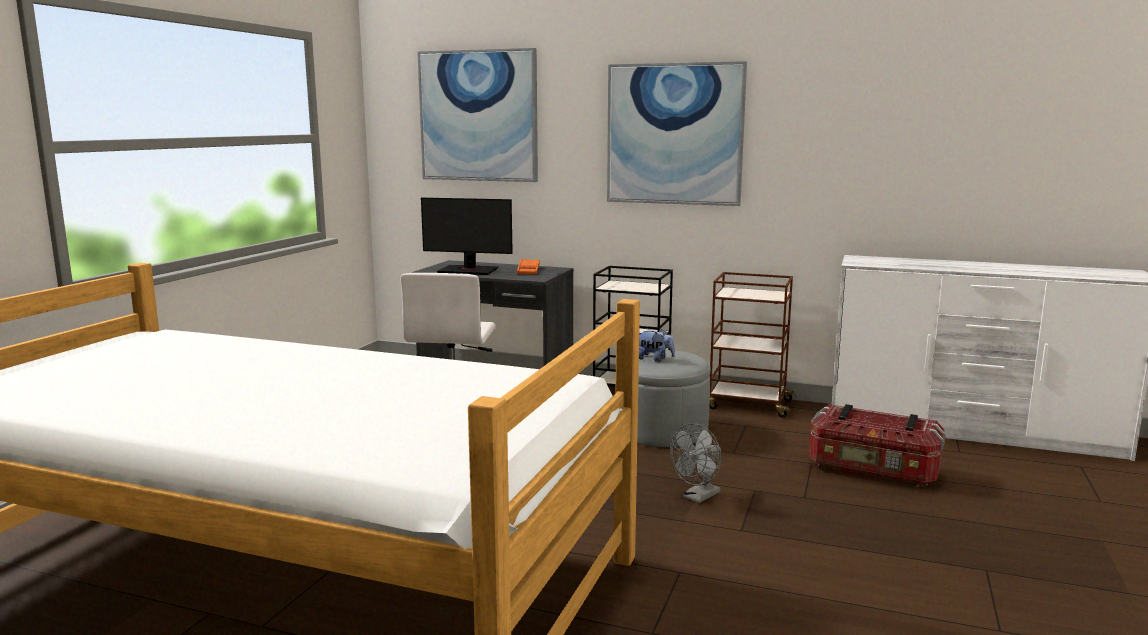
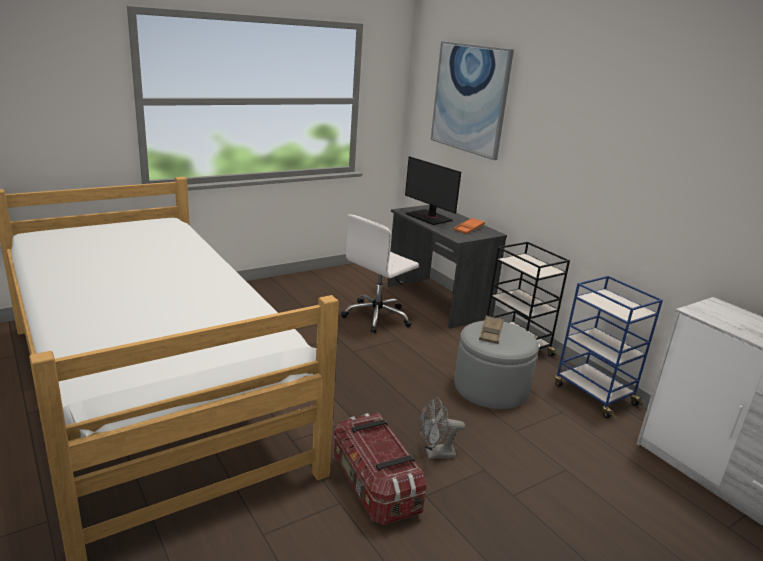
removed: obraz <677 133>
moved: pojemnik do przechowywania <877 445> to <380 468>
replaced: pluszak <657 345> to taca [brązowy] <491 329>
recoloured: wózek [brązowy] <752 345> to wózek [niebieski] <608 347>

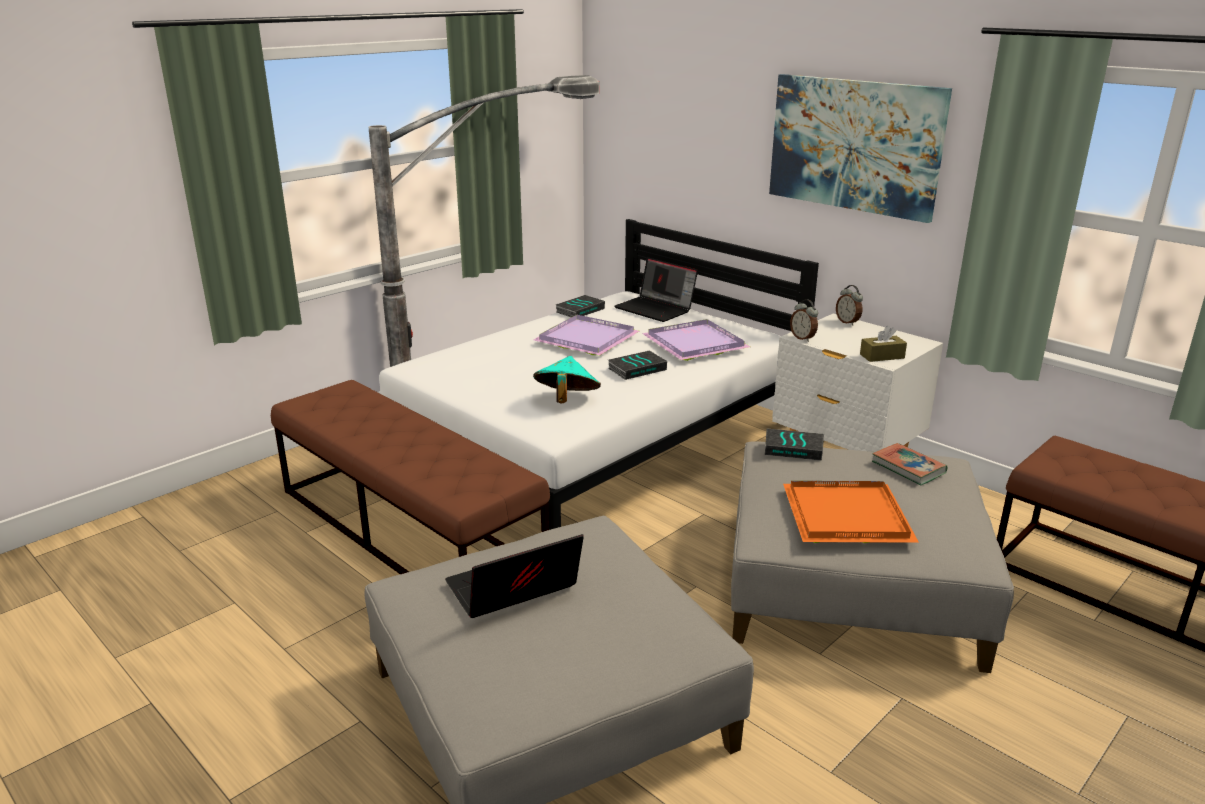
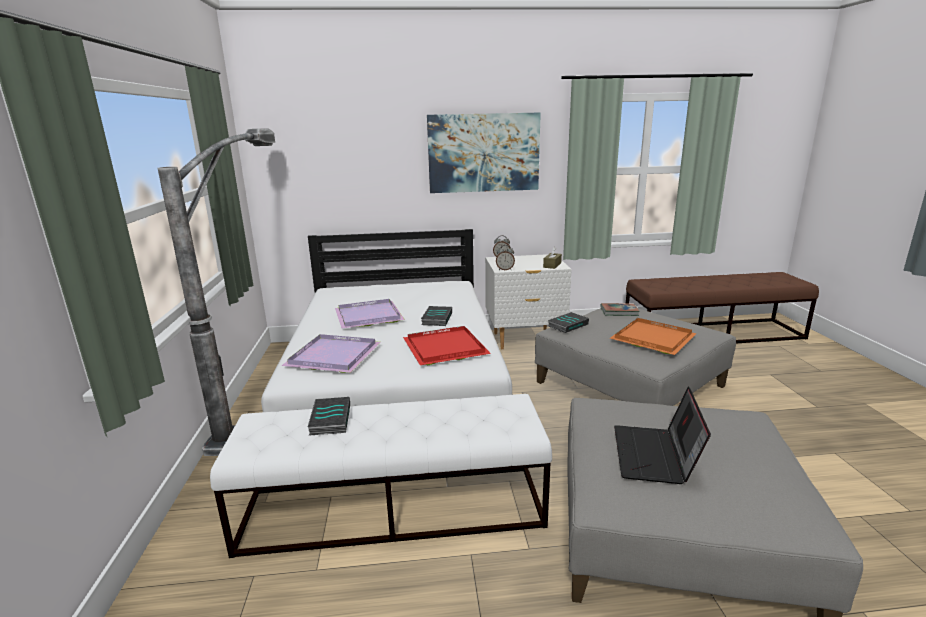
removed: laptop <656 289>
moved: książka <580 306> to <329 416>; taca [fioletowy] <696 340> to <330 353>
replaced: kapelusz [turkusowy] <567 380> to taca [czerwony] <447 346>
recoloured: ławka [brązowy] <410 477> to ławka [biały] <381 476>

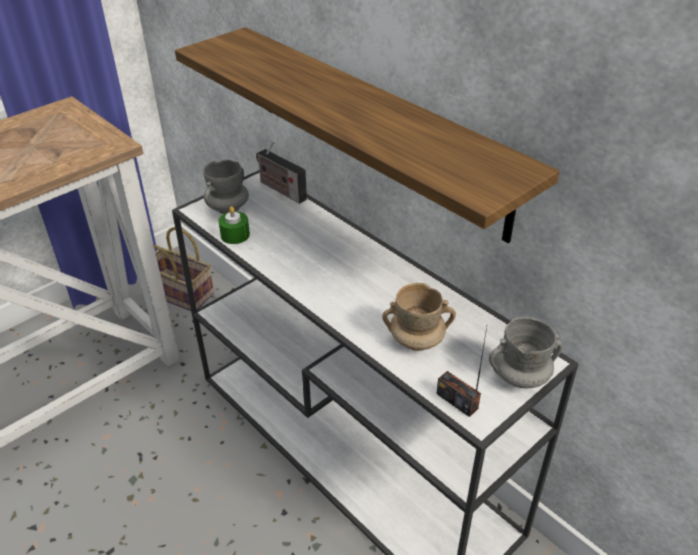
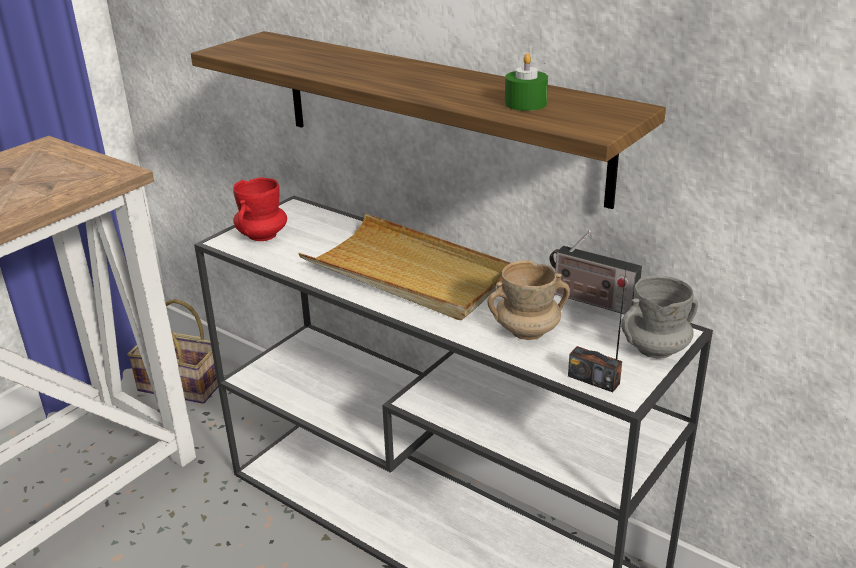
added: taca [beżowy] <404 267>
moved: radio <281 172> to <595 272>; świeca [zielony] <234 225> to <526 82>
recoloured: kubek [szary] <226 187> to kubek [czerwony] <260 209>

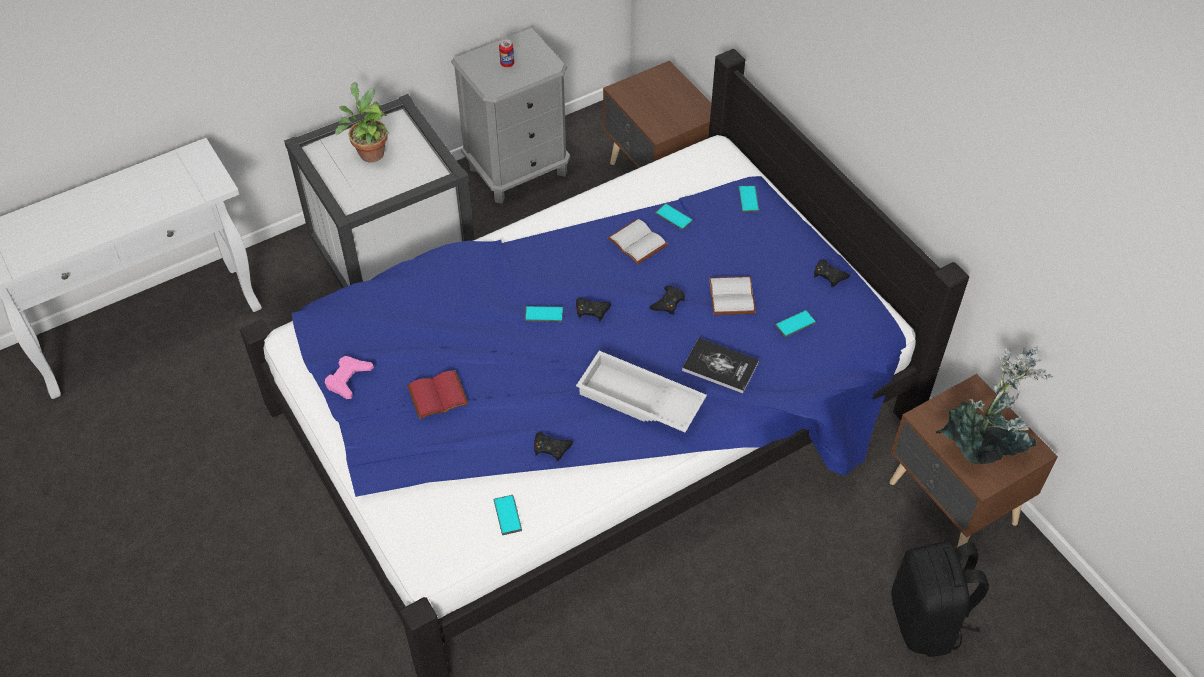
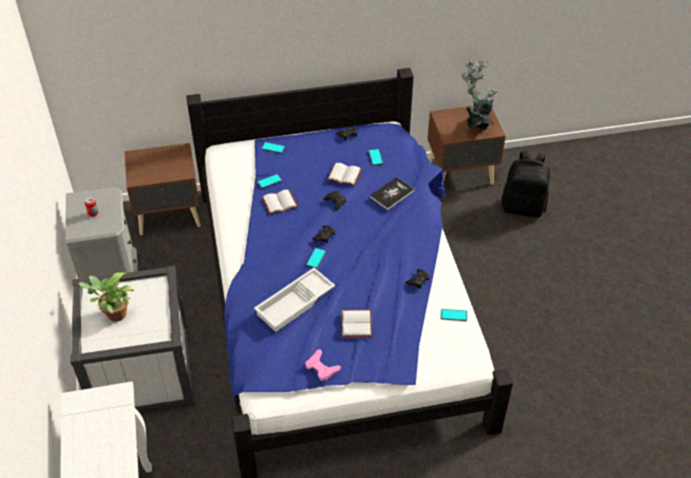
moved: taca [biały] <641 392> to <294 300>
recoloured: książka [czerwony] <437 394> to książka [biały] <357 323>

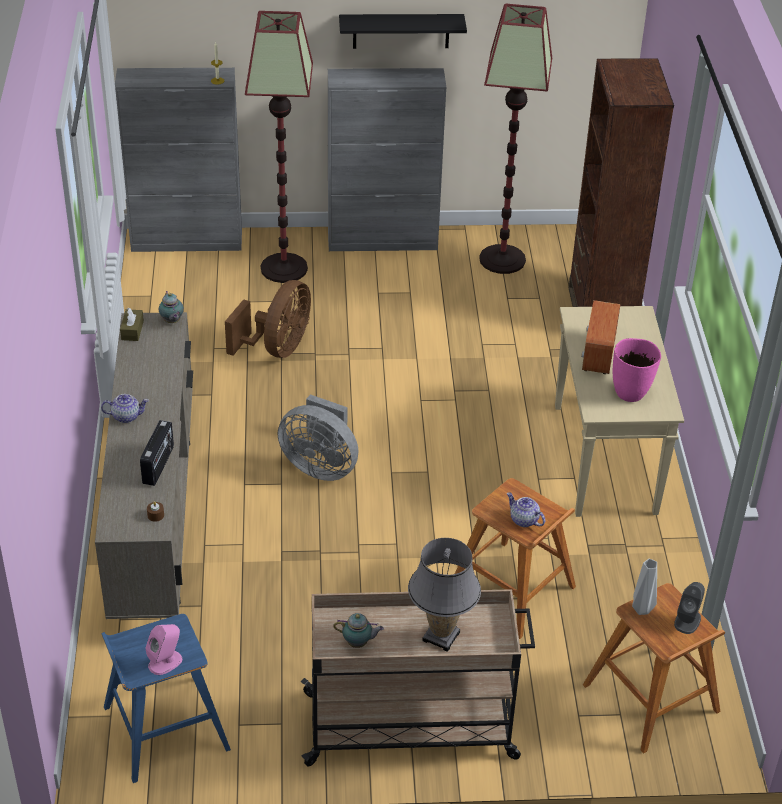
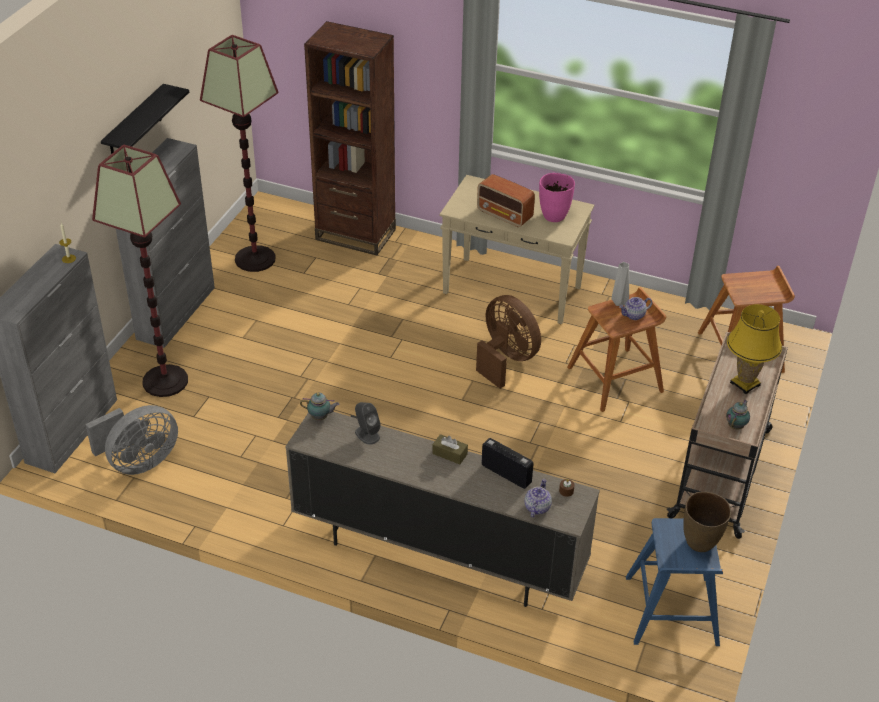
moved: wentylator [brązowy] <268 319> to <508 342>; pudełko chusteczek [brązowy] <132 324> to <450 449>; imbryk <125 408> to <538 498>; wentylator [szary] <317 437> to <131 440>; wazon [szary] <644 587> to <620 284>; głośnik [szary] <689 608> to <368 423>
replaced: głośnik [różowy] <163 649> to wazon [brązowy] <707 522>
recoloured: lampa stołowa [szary] <444 595> to lampa stołowa [żółty] <754 349>

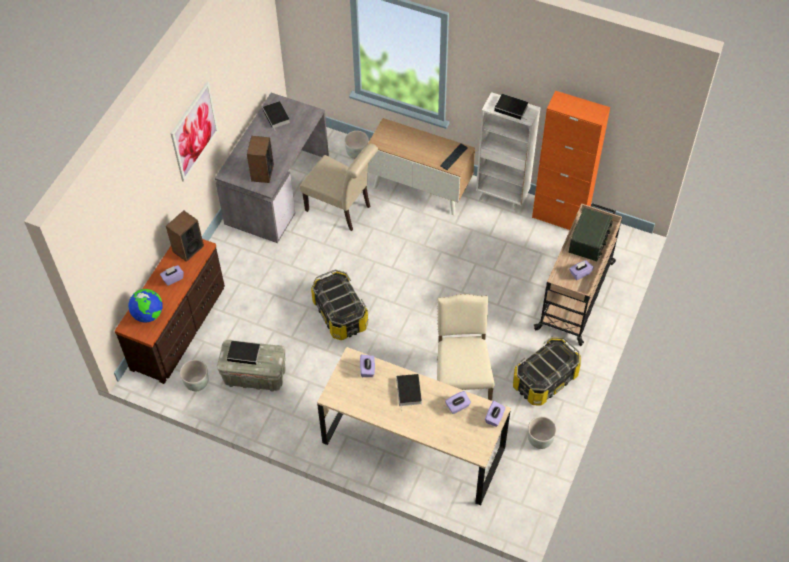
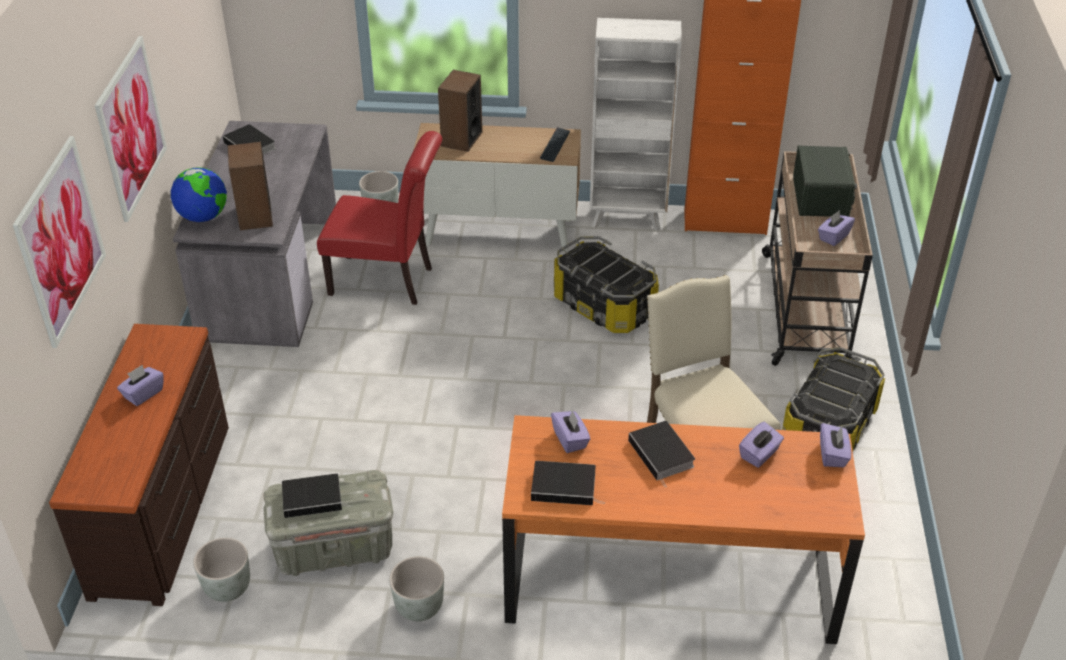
added: obraz <59 242>
moved: książka <511 107> to <568 483>; głośnik <185 236> to <460 111>; pojemnik do przechowywania <339 304> to <606 284>; globus <145 306> to <199 195>; donica [szary] <542 432> to <416 588>
recoloured: krzesło [beżowy] <339 187> to krzesło [czerwony] <379 218>; biurko [beżowy] <414 426> to biurko [pomarańczowy] <683 529>

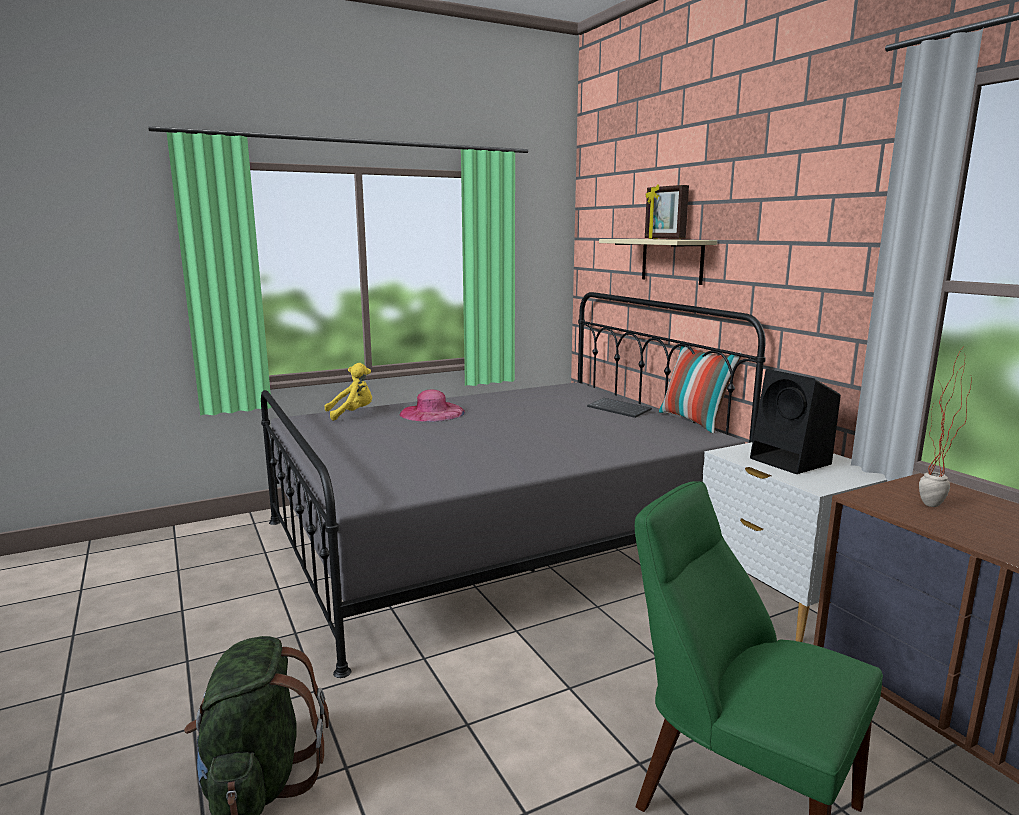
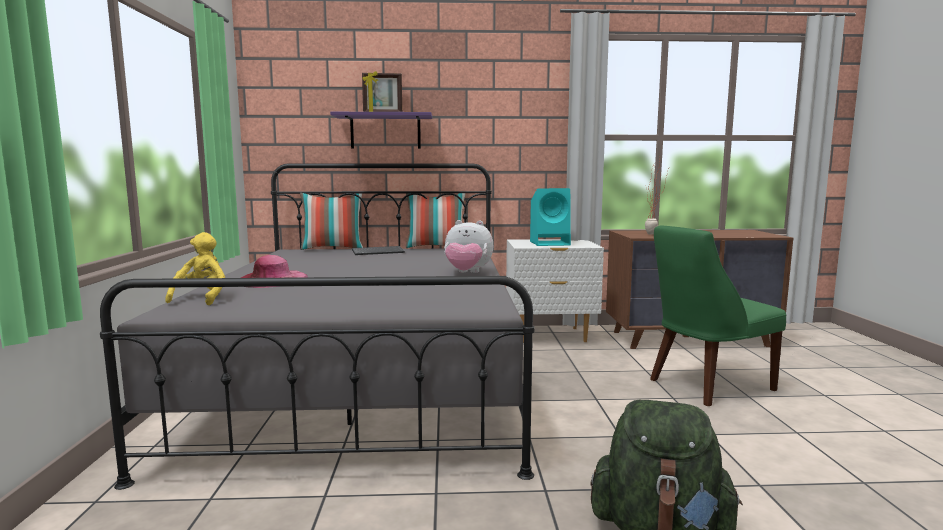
added: poduszka <331 221>; pluszak <468 246>
recoloured: półka [beżowy] <658 262> to półka [fioletowy] <381 130>; głośnik [czarny] <795 421> to głośnik [turkusowy] <550 217>

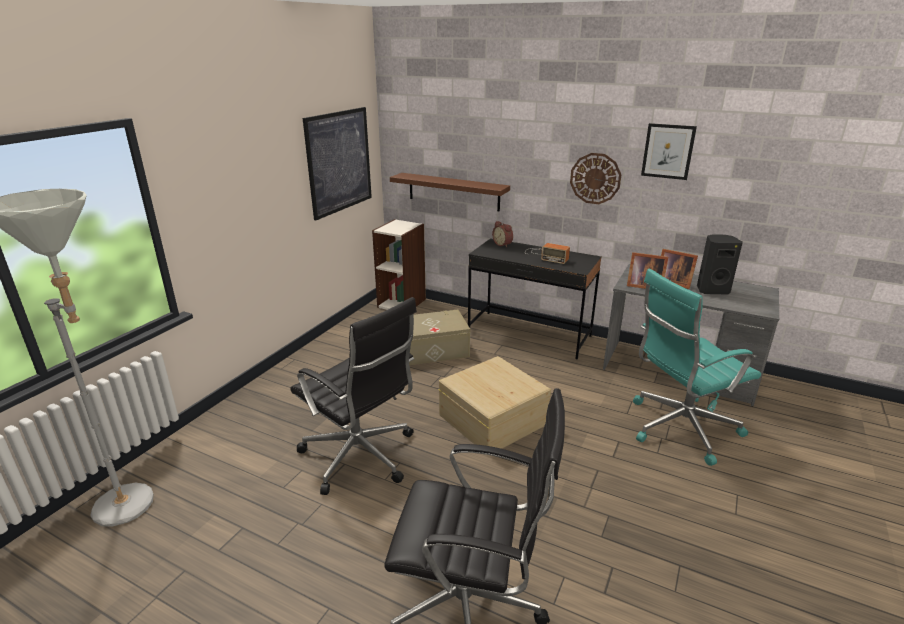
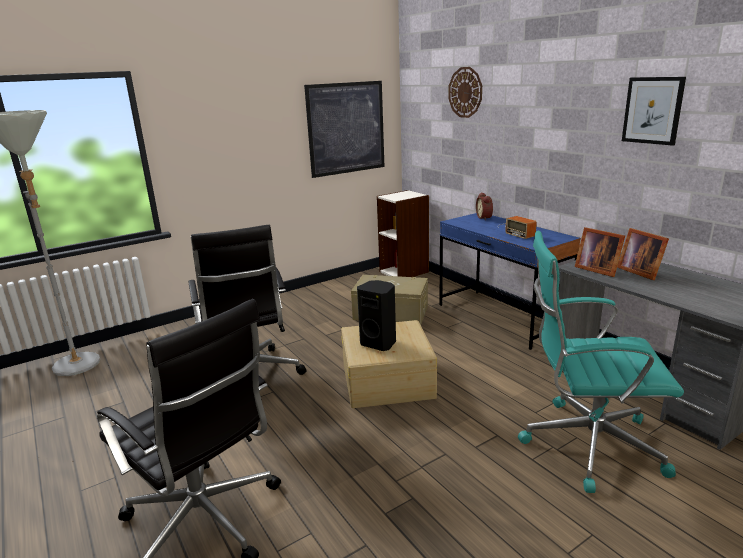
removed: półka [brązowy] <450 192>
moved: zegar ścienny <595 178> to <465 92>; głośnik [czarny] <720 264> to <376 315>
recoloured: biurko [czarny] <535 298> to biurko [niebieski] <510 281>

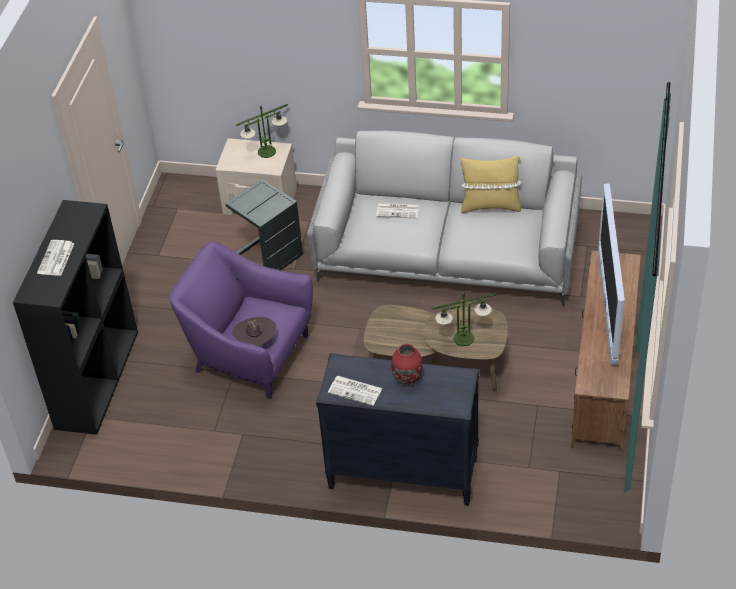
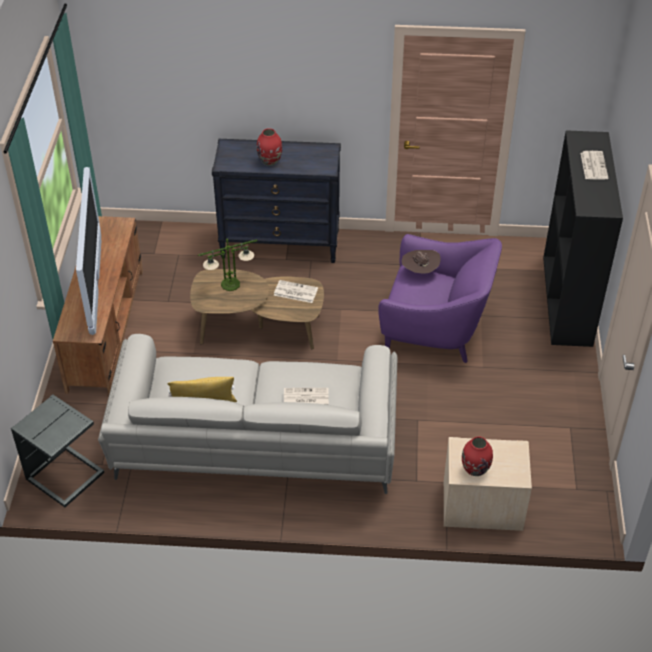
moved: stolik [szary] <264 224> to <57 450>; gazeta <355 391> to <296 291>
replaced: lampa stołowa <261 131> to wazon [czerwony] <477 456>

